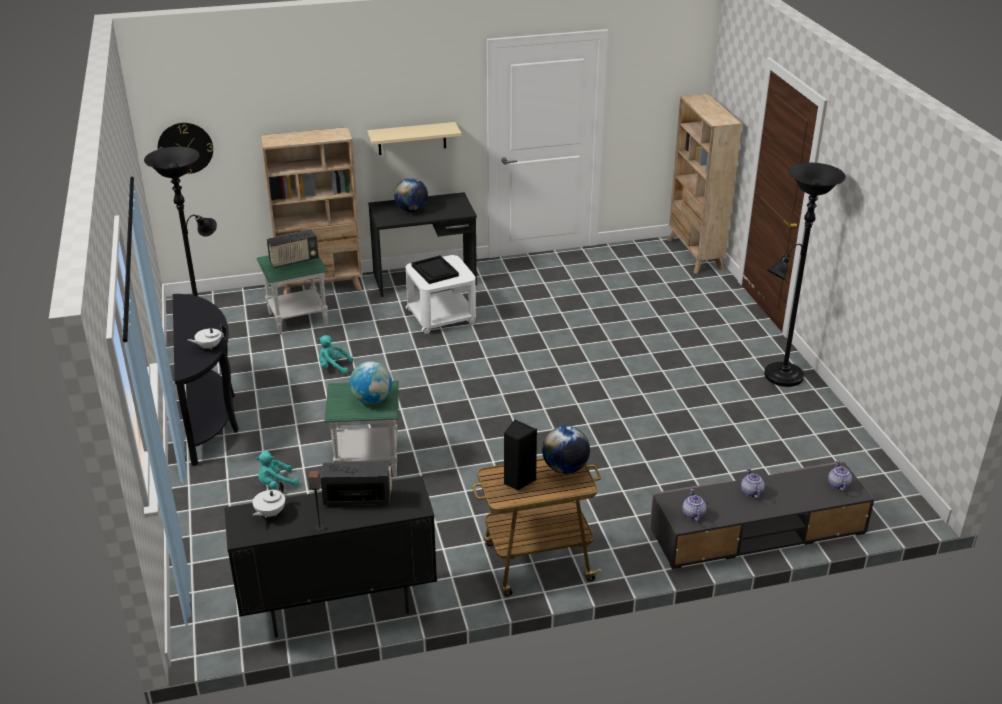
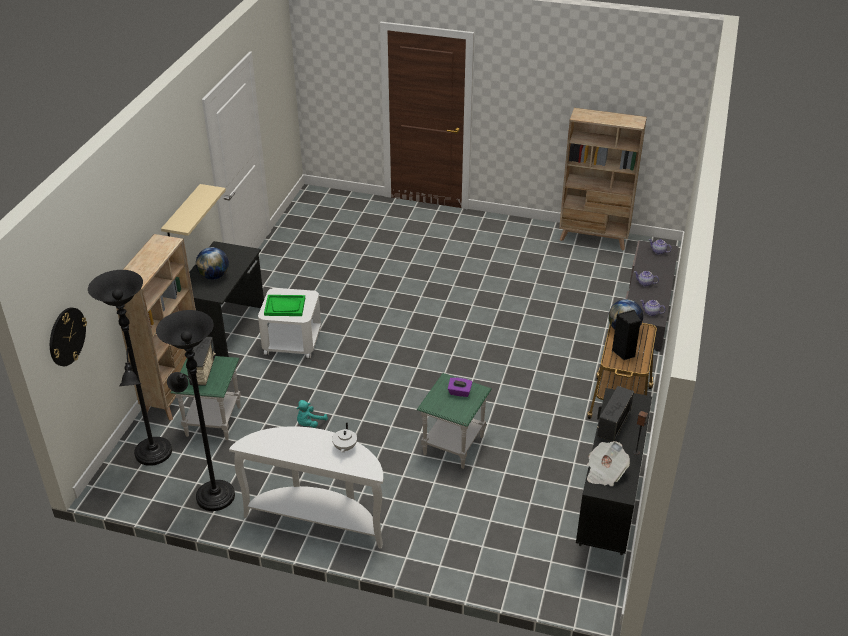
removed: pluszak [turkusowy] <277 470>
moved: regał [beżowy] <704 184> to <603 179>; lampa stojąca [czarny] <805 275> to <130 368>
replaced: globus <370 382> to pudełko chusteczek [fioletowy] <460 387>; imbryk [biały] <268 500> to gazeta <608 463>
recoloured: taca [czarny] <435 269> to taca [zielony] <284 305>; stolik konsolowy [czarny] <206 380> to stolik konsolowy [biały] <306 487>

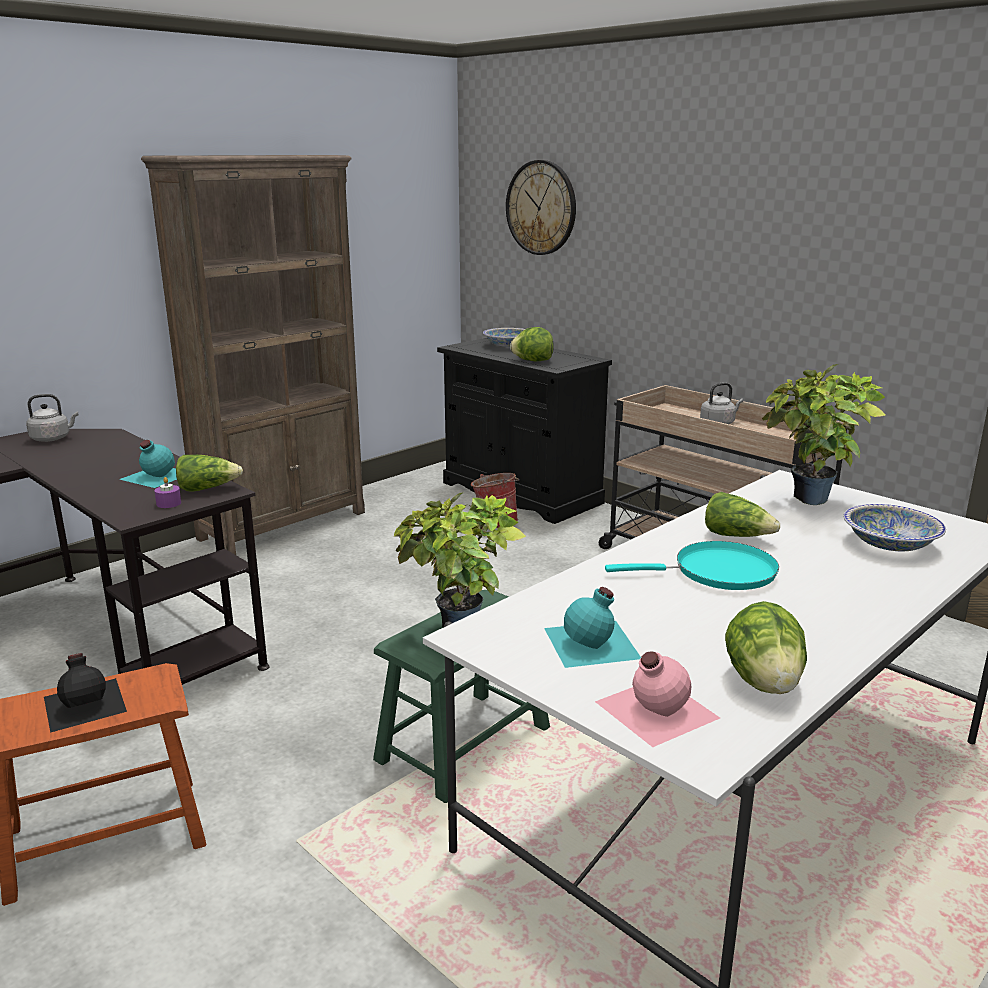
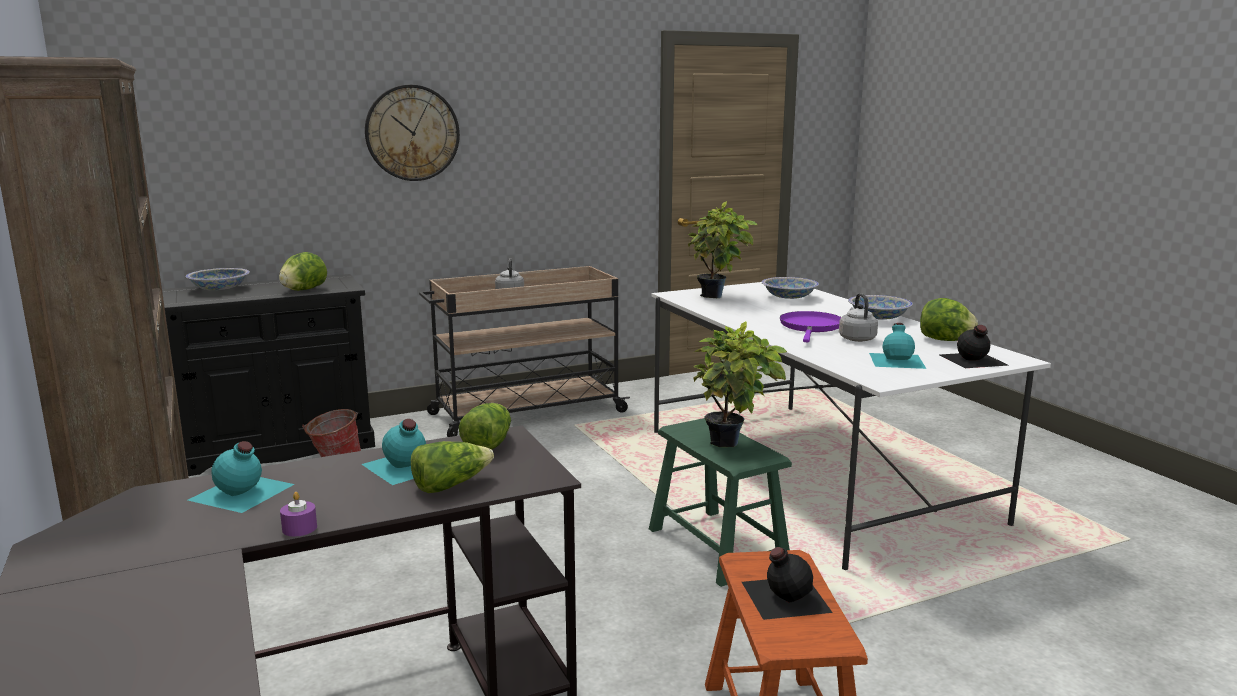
added: miska <880 307>; butelka [turkusowy] <241 477>
moved: zegar ścienny <541 207> to <412 133>; czajnik [szary] <52 418> to <858 317>; świeca [fioletowy] <167 492> to <298 514>; sałata <742 514> to <452 467>
recoloured: patelnia [turkusowy] <692 565> to patelnia [fioletowy] <810 326>; butelka [różowy] <657 699> to butelka [czarny] <974 346>

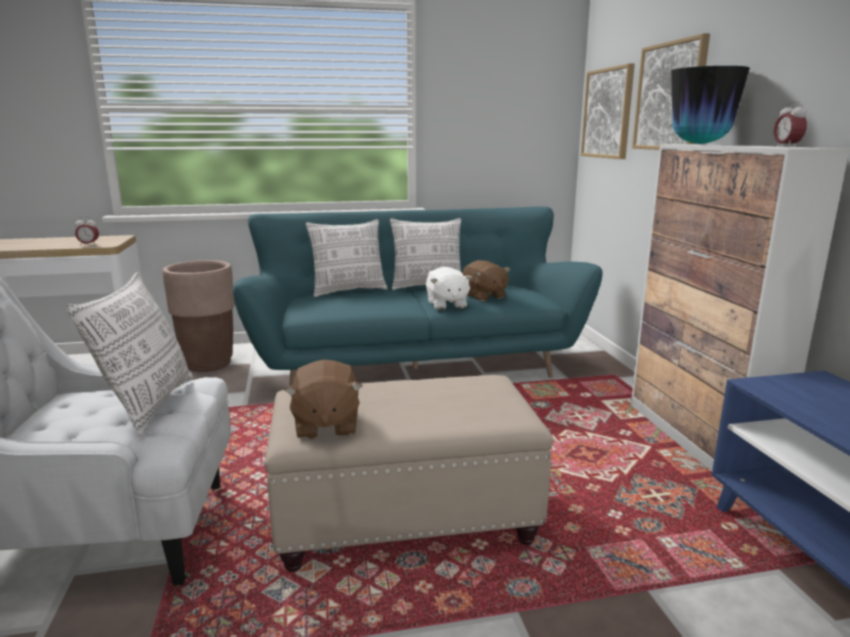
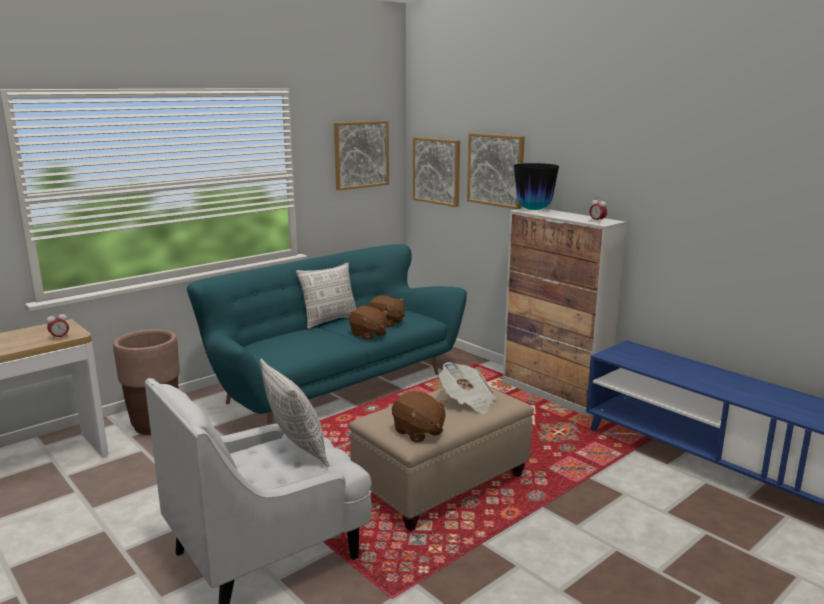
removed: poduszka <347 258>
added: obraz <361 155>; gazeta <468 388>
recoloured: pluszak [biały] <449 288> to pluszak [brązowy] <368 323>

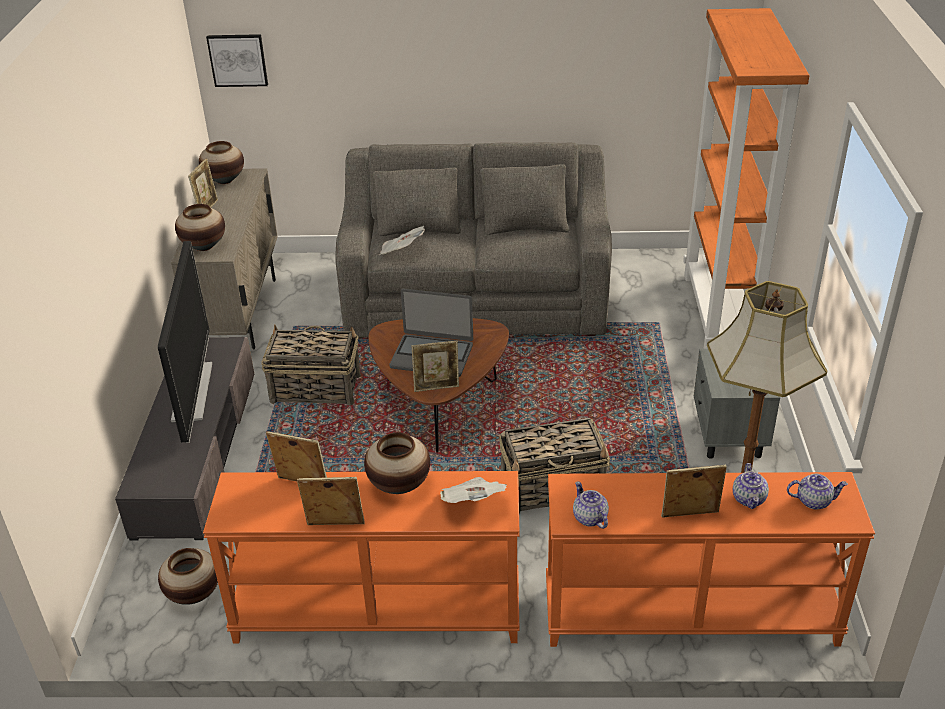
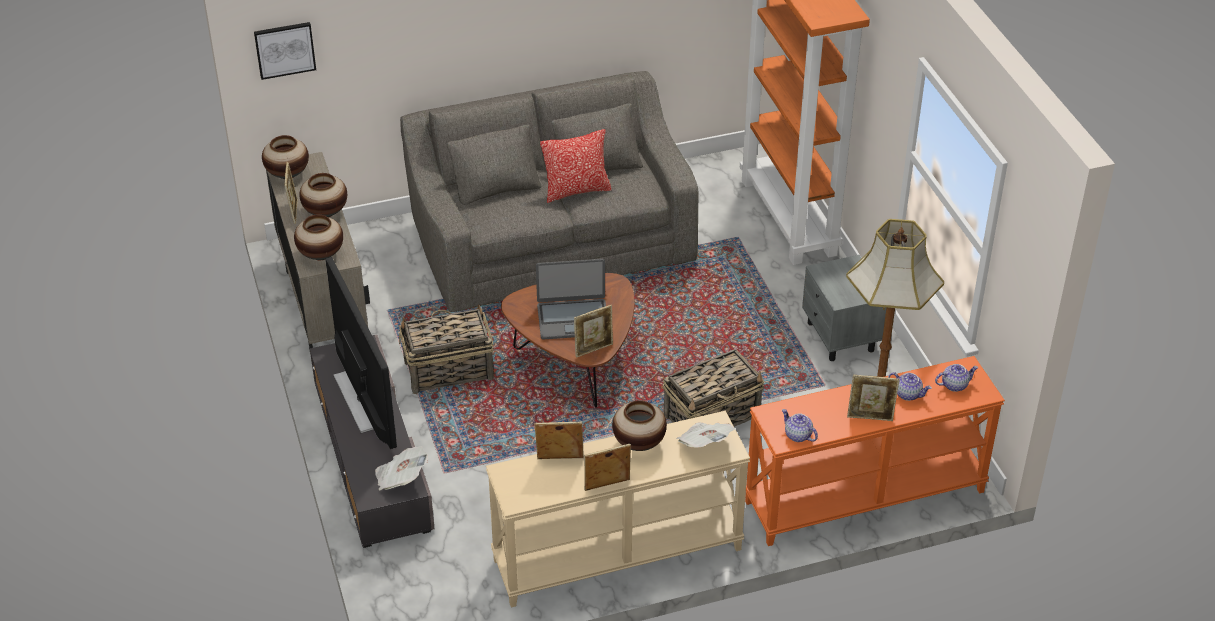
added: poduszka <576 166>
moved: gazeta <402 240> to <401 468>; wazon <188 576> to <323 195>
recoloured: stolik konsolowy [pomarańczowy] <361 557> to stolik konsolowy [beżowy] <618 509>
turned: imbryk <751 486> = <910 386> 45 degrees counterclockwise; ramka na zdjęcie <694 491> = <873 398> 150 degrees counterclockwise

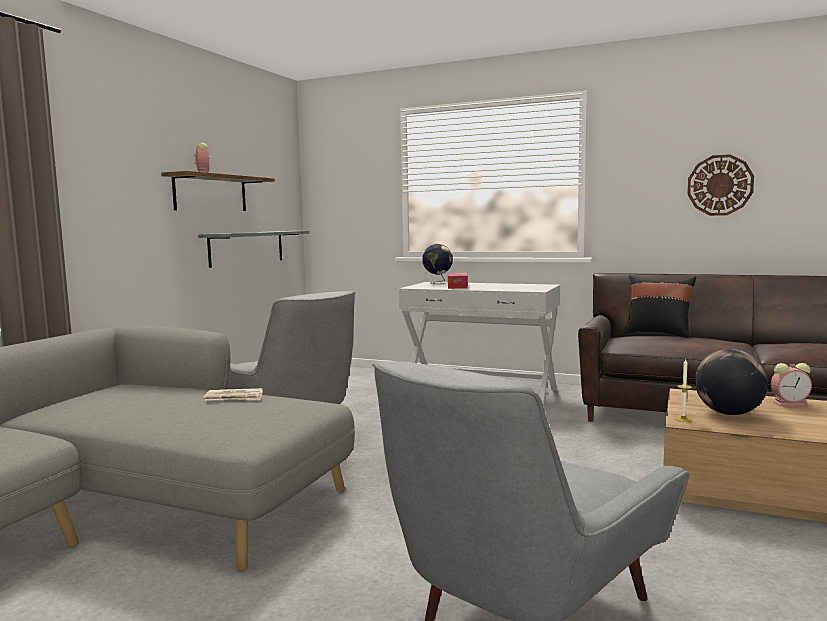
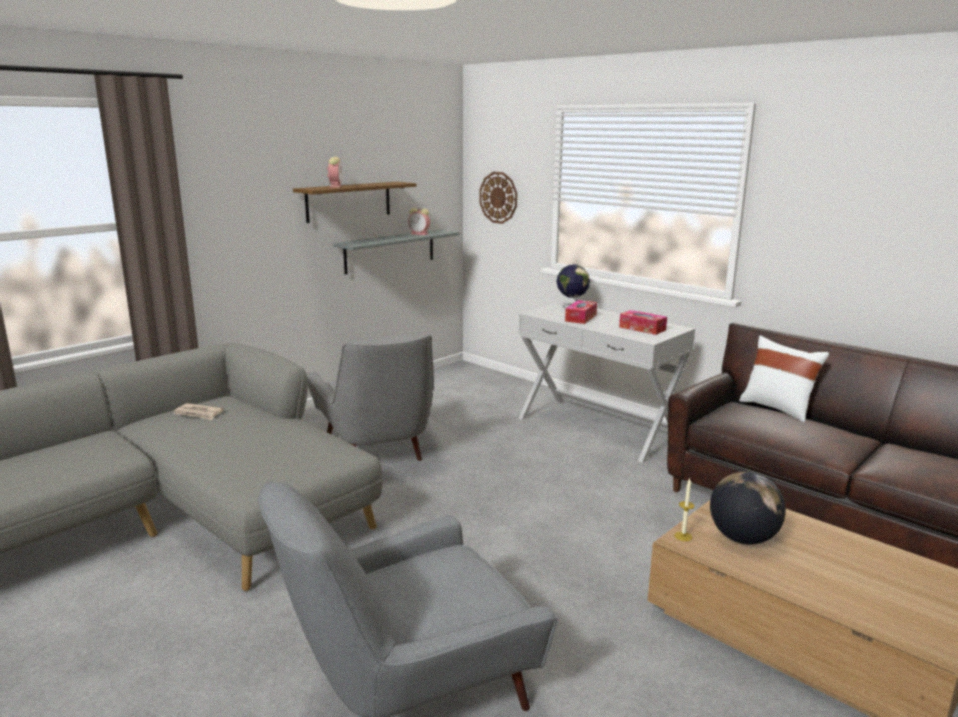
added: pudełko chusteczek <643 322>
moved: zegar ścienny <720 185> to <498 198>; budzik <791 384> to <419 221>; gazeta <233 394> to <198 411>
recoloured: poduszka [czarny] <659 306> to poduszka [biały] <784 379>

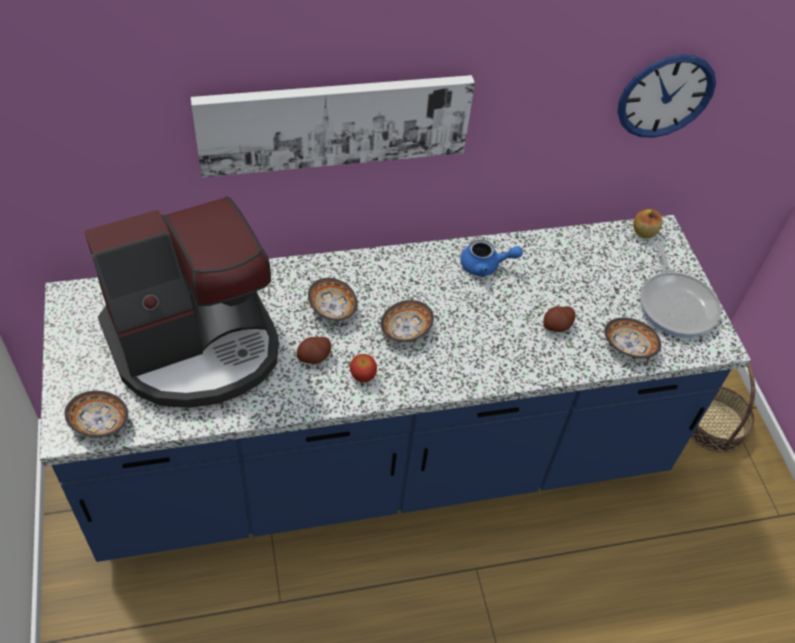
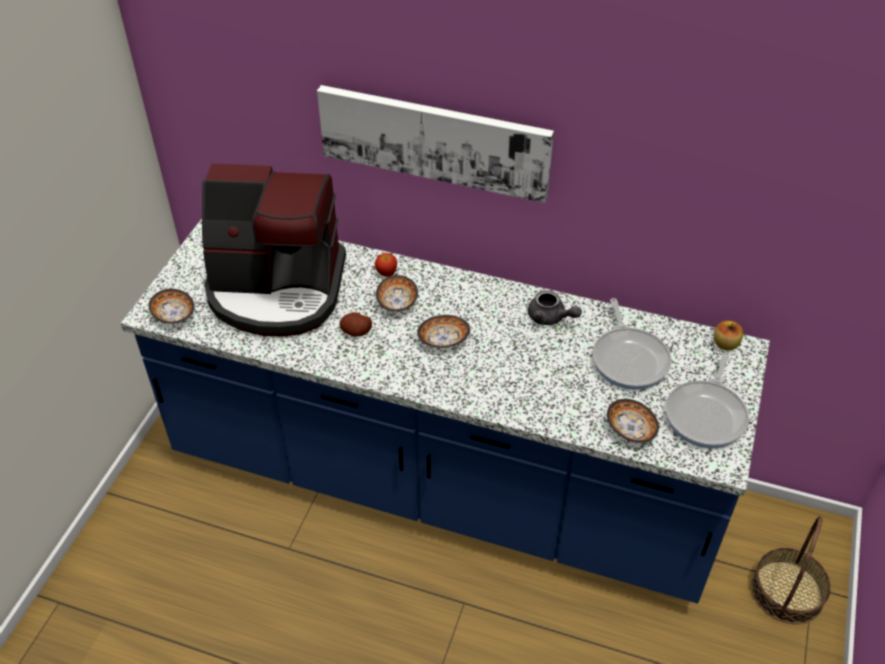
removed: zegar ścienny <666 96>; ziemniak <559 319>
added: patelnia <631 344>
moved: jabłko <363 368> to <386 265>
recoloured: imbryk [niebieski] <491 258> to imbryk [szary] <555 307>

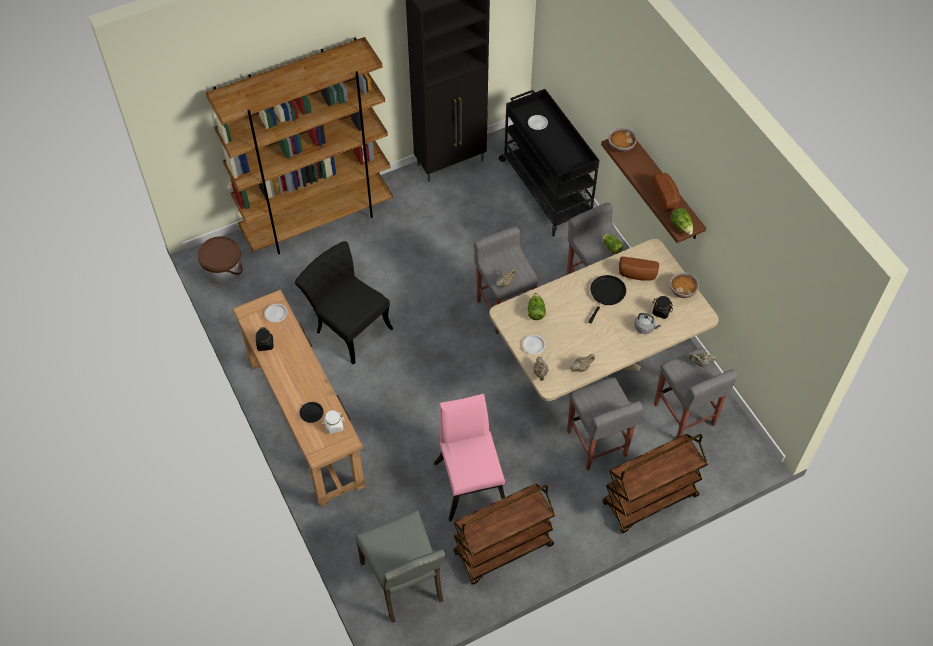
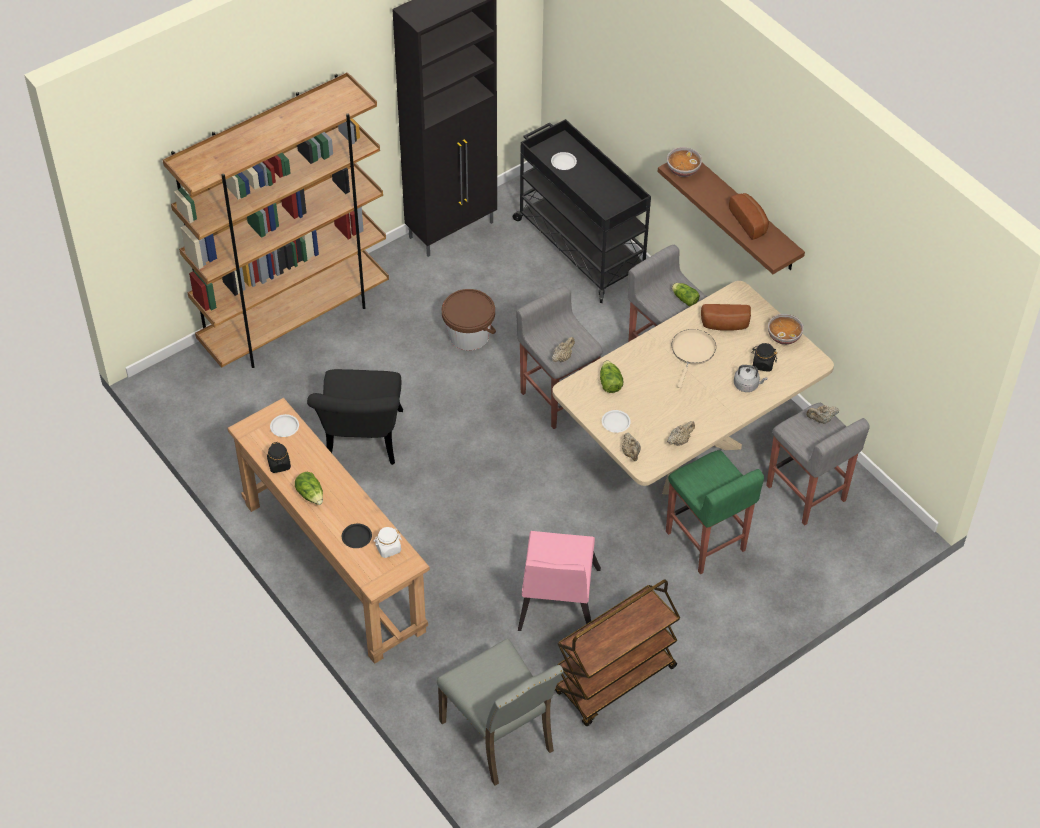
removed: wózek [brązowy] <655 483>
moved: sałata <682 221> to <309 488>; wiadro [brązowy] <220 260> to <469 319>
recoloured: patelnia [czarny] <607 299> to patelnia [beżowy] <693 358>; stołek [szary] <605 424> to stołek [zielony] <715 512>
turned: krzesło [czarny] <344 302> = <355 417> 120 degrees counterclockwise; krzesło [różowy] <469 457> = <559 581> 150 degrees counterclockwise

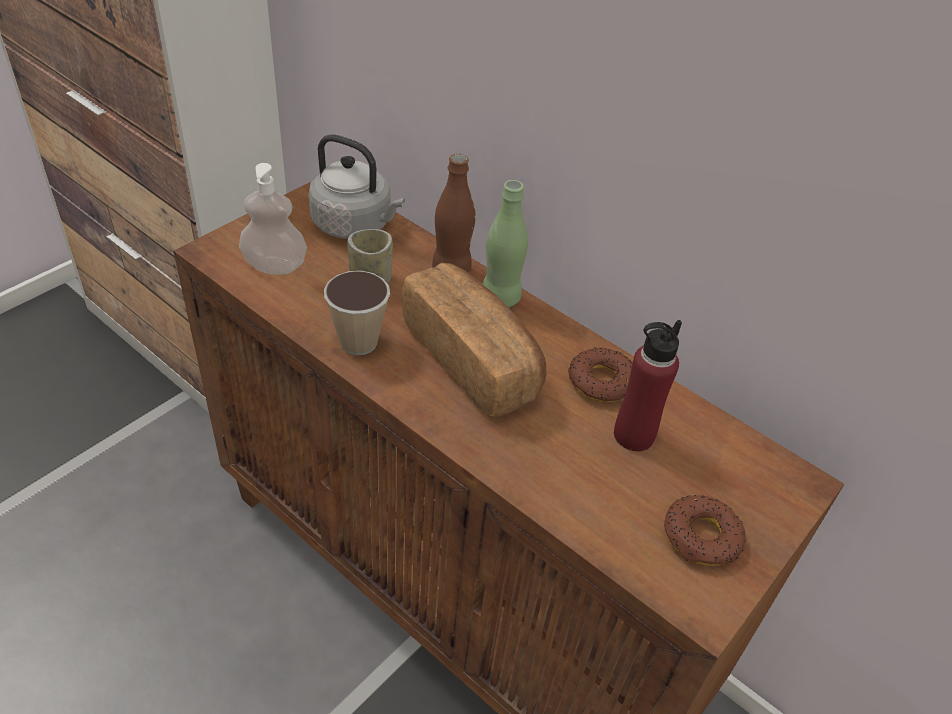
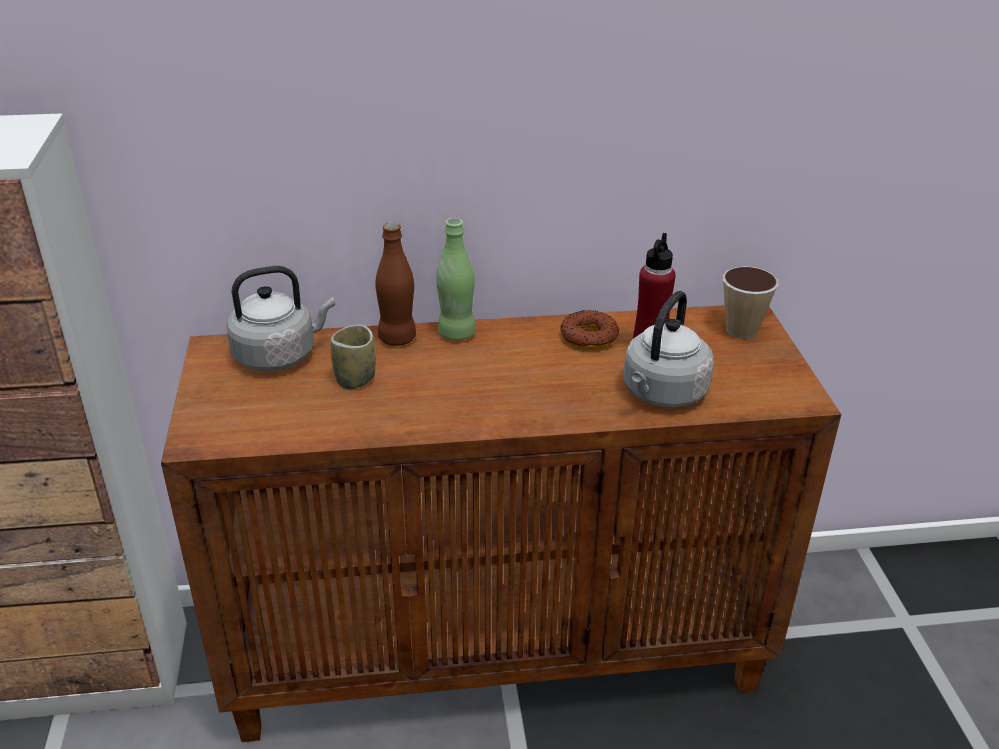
removed: dozownik mydła <273 219>; chleb <474 340>; donut <705 530>
added: czajnik [szary] <669 349>
moved: filiżanka <357 313> to <750 302>

